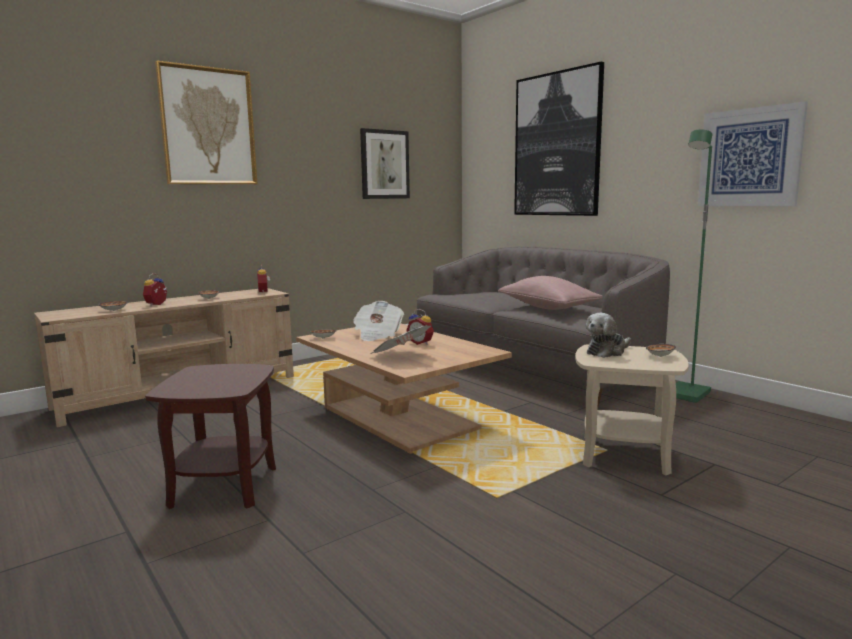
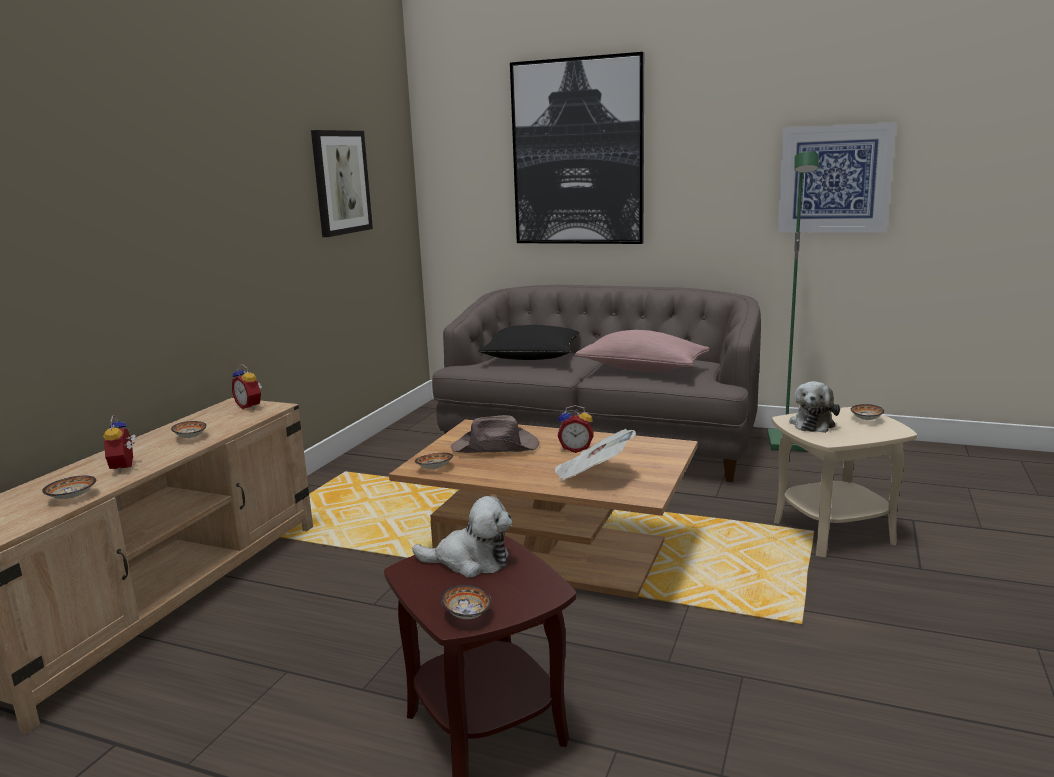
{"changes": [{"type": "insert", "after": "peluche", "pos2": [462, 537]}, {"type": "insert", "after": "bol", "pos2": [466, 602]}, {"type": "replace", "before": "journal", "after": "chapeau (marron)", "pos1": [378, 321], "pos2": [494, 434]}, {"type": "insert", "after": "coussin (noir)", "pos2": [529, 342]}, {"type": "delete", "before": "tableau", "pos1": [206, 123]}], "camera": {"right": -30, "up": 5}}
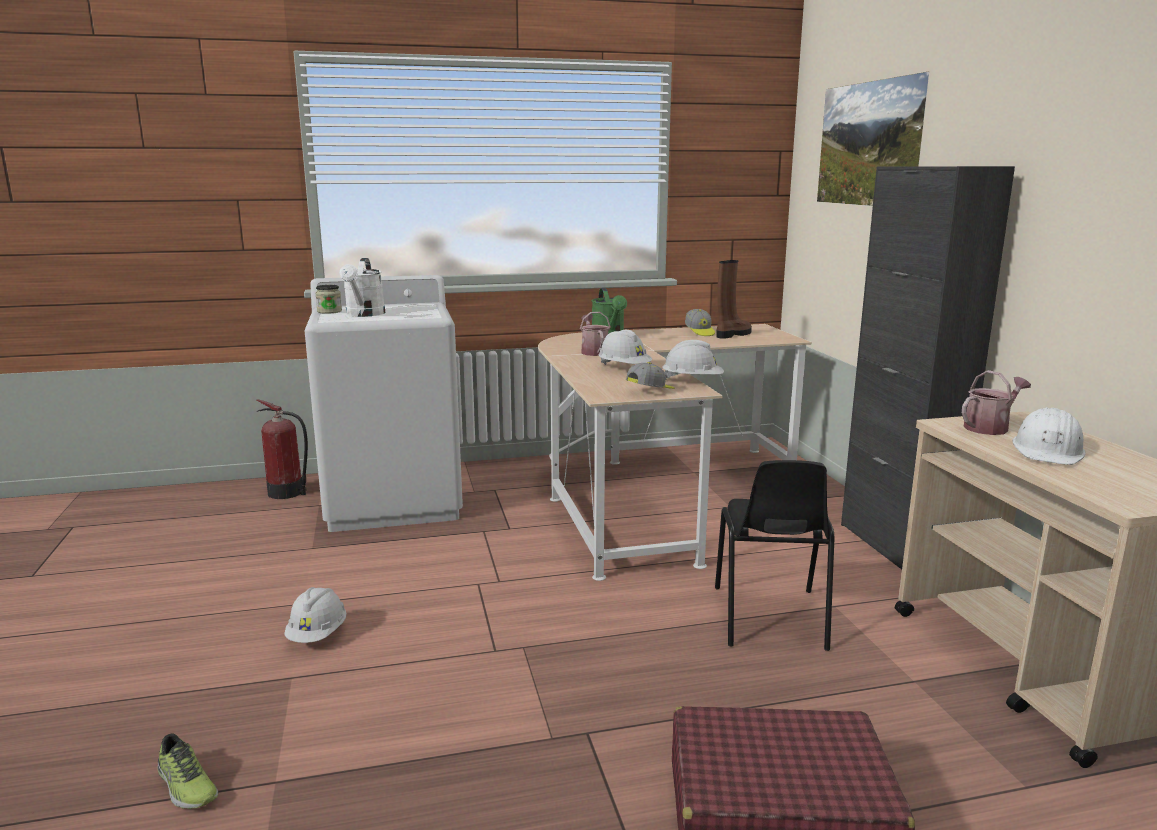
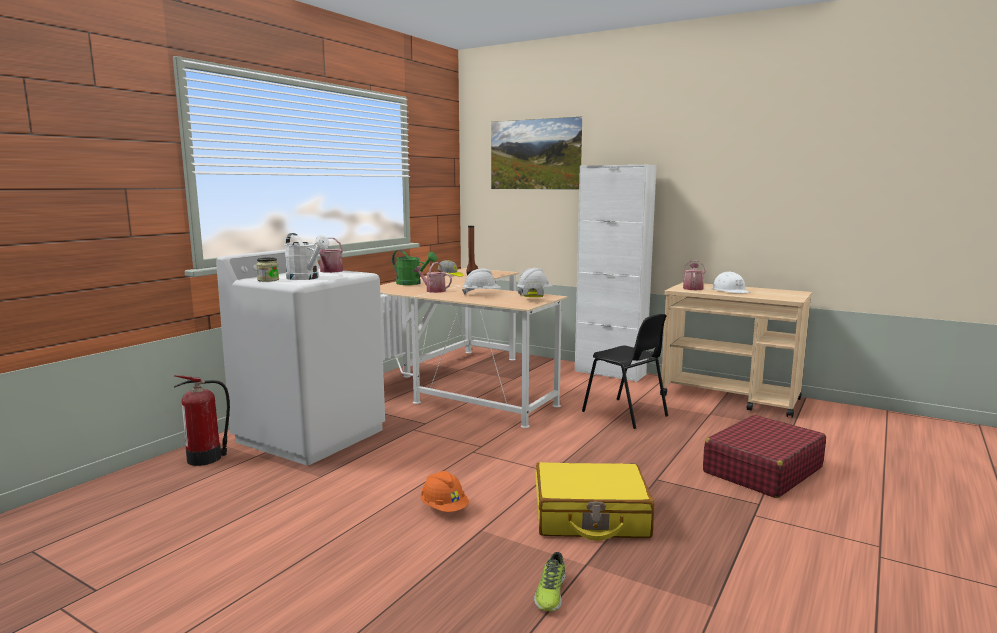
{"changes": [{"type": "insert", "after": "arrosoir", "pos2": [331, 255]}, {"type": "recolor", "before": "casque de chantier (blanc)", "after": "casque de chantier (orange)", "pos1": [315, 615], "pos2": [445, 491]}, {"type": "rotate", "before": "chaussure", "pos1": [187, 771], "pos2": [550, 581], "turn": 105}, {"type": "insert", "after": "valise (jaune)", "pos2": [595, 501]}, {"type": "recolor", "before": "meuble de rangement (noir)", "after": "meuble de rangement (blanc)", "pos1": [928, 367], "pos2": [616, 273]}], "camera": {"right": -45, "up": -5}}
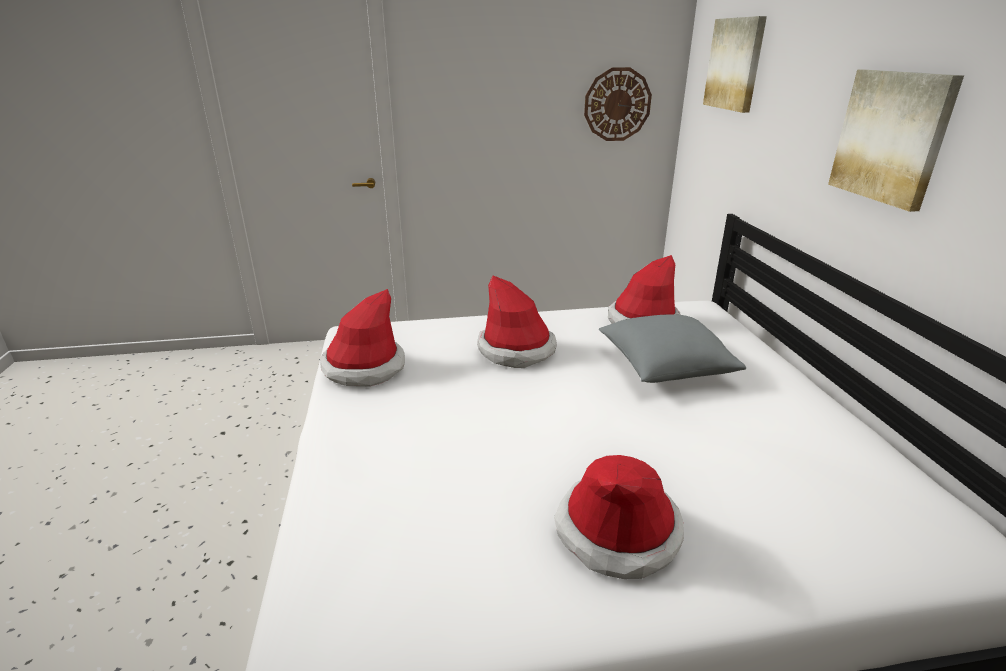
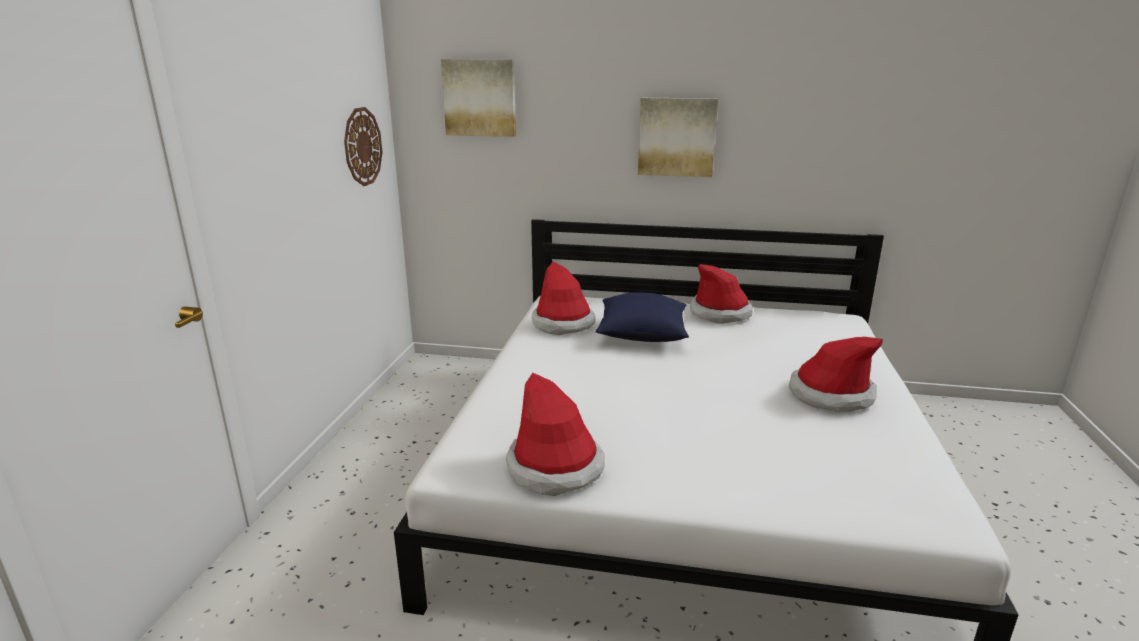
{"changes": [{"type": "recolor", "before": "coussin (gris)", "after": "coussin (bleu)", "pos1": [672, 348], "pos2": [642, 317]}, {"type": "move", "before": "chapeau", "pos1": [517, 322], "pos2": [721, 294]}], "camera": {"right": -70, "up": -5}}
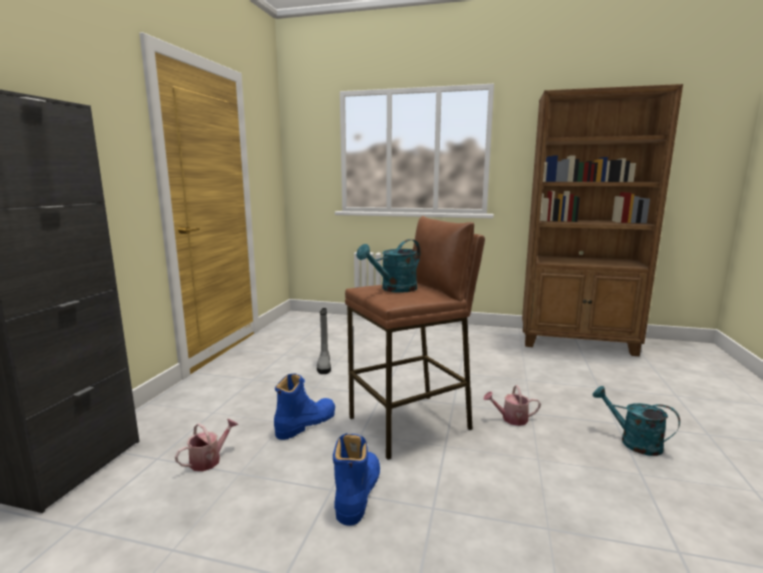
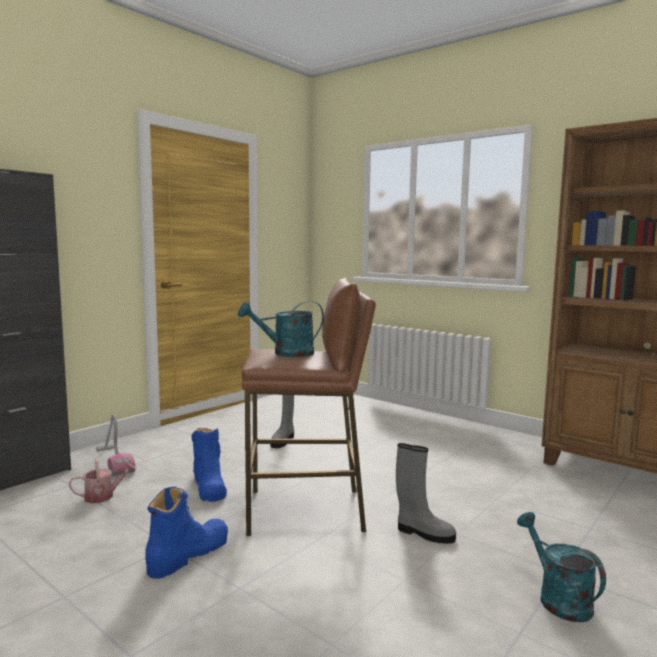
{"changes": [{"type": "insert", "after": "aspirateur", "pos2": [115, 445]}, {"type": "rotate", "before": "botte (bleu)", "pos1": [304, 406], "pos2": [209, 465], "turn": 90}, {"type": "replace", "before": "arrosoir", "after": "botte (gris)", "pos1": [512, 405], "pos2": [426, 493]}], "camera": {"right": 25, "up": -5}}
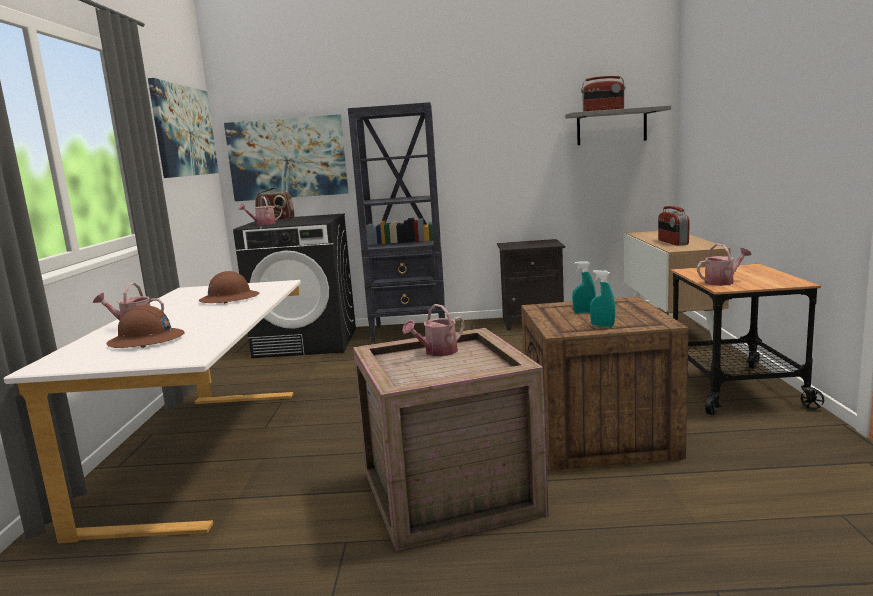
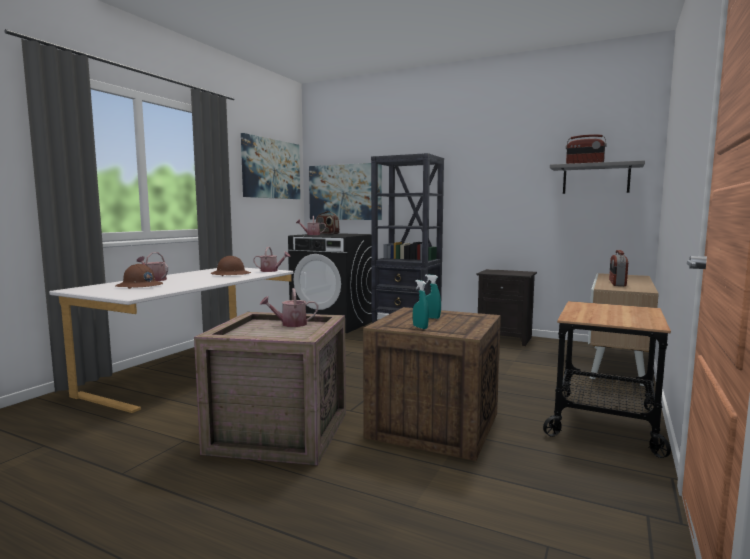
{"changes": [{"type": "move", "before": "arrosoir", "pos1": [724, 264], "pos2": [271, 259]}], "camera": {"right": 25, "up": -5}}
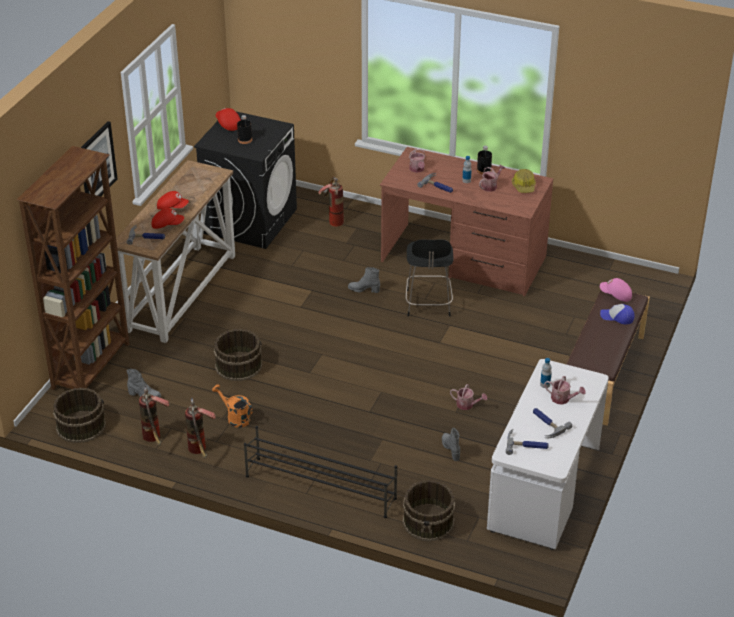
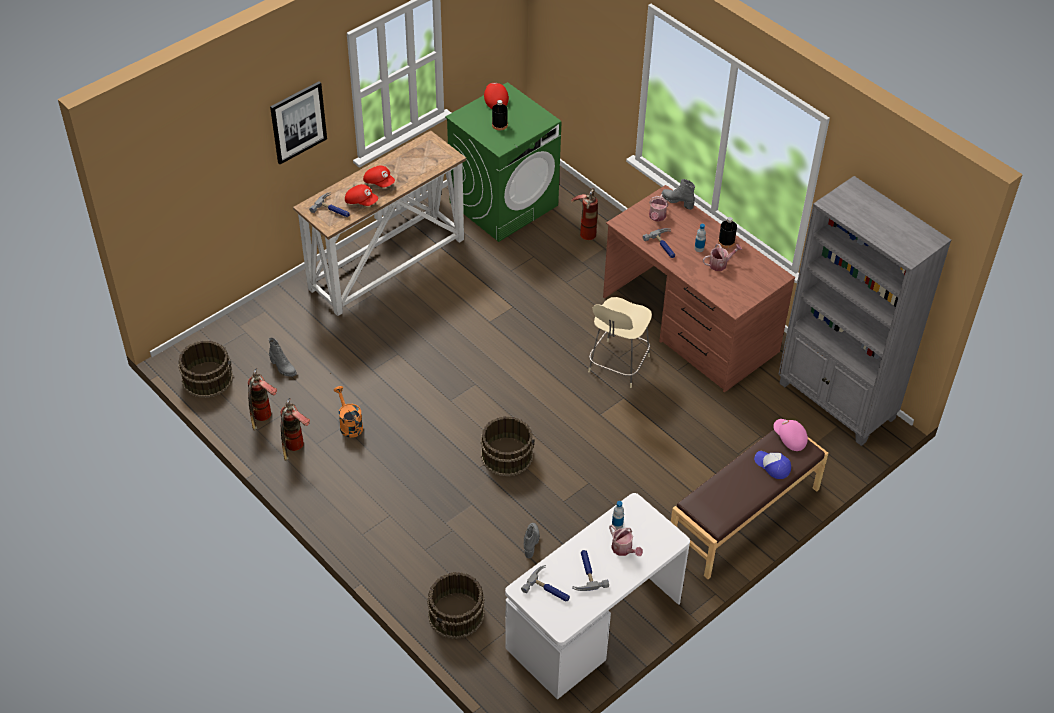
{"changes": [{"type": "recolor", "before": "lave-linge (noir)", "after": "lave-linge (vert)", "pos1": [245, 180], "pos2": [503, 162]}, {"type": "move", "before": "seau (marron)", "pos1": [238, 355], "pos2": [508, 446]}, {"type": "recolor", "before": "tabouret (noir)", "after": "tabouret (beige)", "pos1": [429, 278], "pos2": [620, 342]}, {"type": "move", "before": "botte (gris)", "pos1": [364, 280], "pos2": [678, 194]}, {"type": "insert", "after": "bibliothèque (gris)", "pos2": [864, 311]}, {"type": "delete", "before": "bibliothèque (marron)", "pos1": [73, 268]}, {"type": "delete", "before": "étagère à chaussures (noir)", "pos1": [320, 472]}, {"type": "delete", "before": "arrosoir", "pos1": [468, 397]}, {"type": "delete", "before": "casque de chantier", "pos1": [524, 181]}], "camera": {"right": 25, "up": 10}}
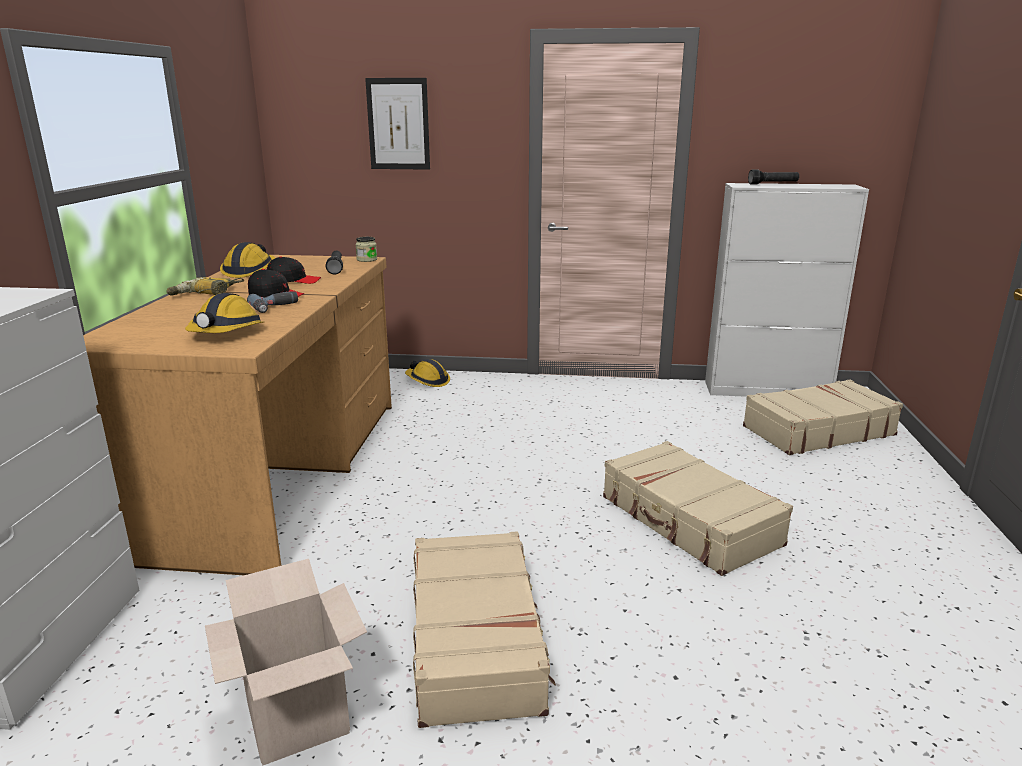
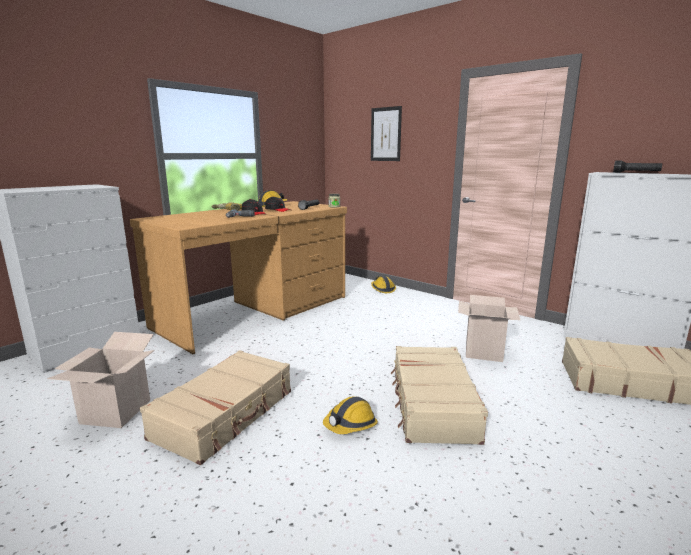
{"changes": [{"type": "move", "before": "casque de chantier", "pos1": [224, 313], "pos2": [350, 415]}, {"type": "insert", "after": "carton", "pos2": [489, 328]}], "camera": {"right": 35, "up": -5}}
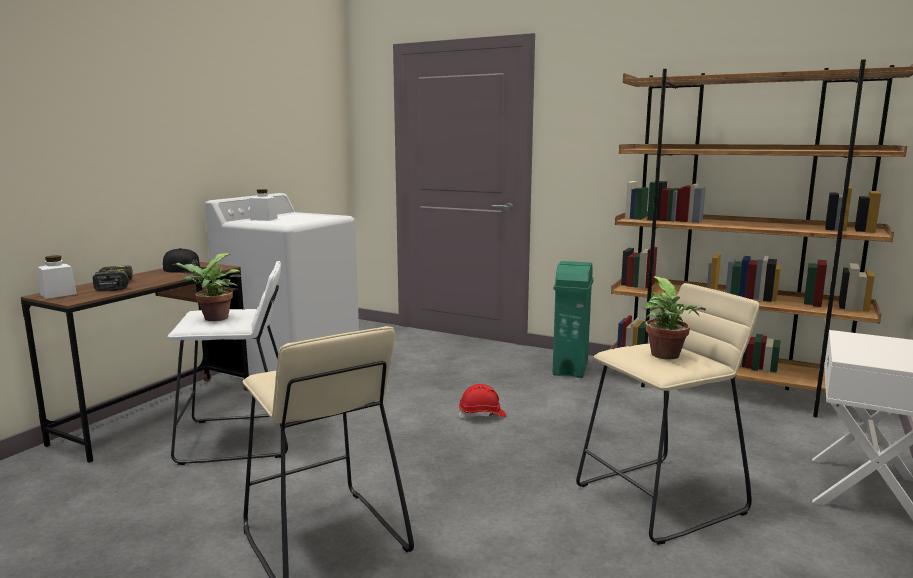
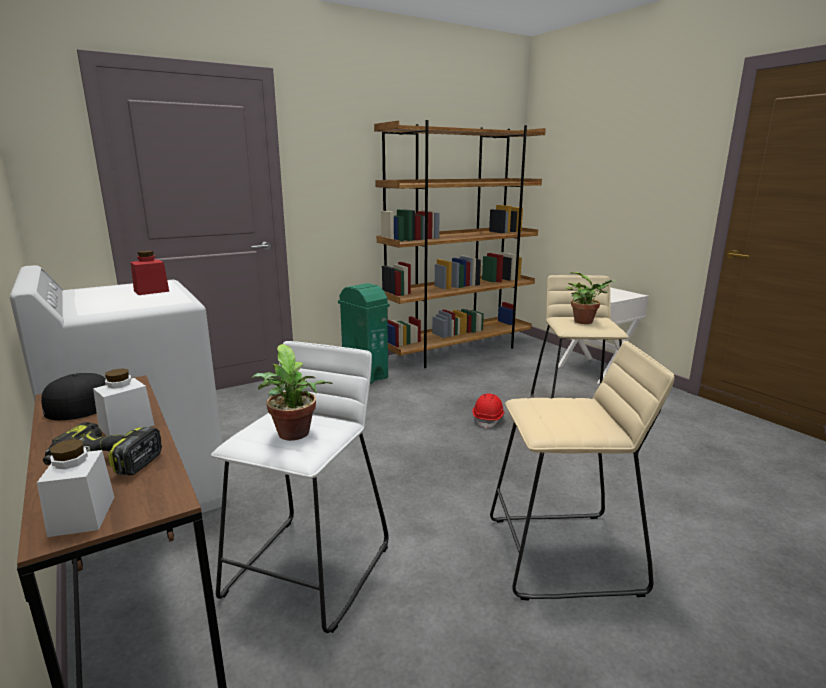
{"changes": [{"type": "move", "before": "bocal (blanc)", "pos1": [264, 205], "pos2": [124, 402]}, {"type": "insert", "after": "bocal (rouge)", "pos2": [150, 272]}, {"type": "move", "before": "casque de chantier (rouge)", "pos1": [482, 401], "pos2": [489, 411]}], "camera": {"right": -60, "up": 5}}
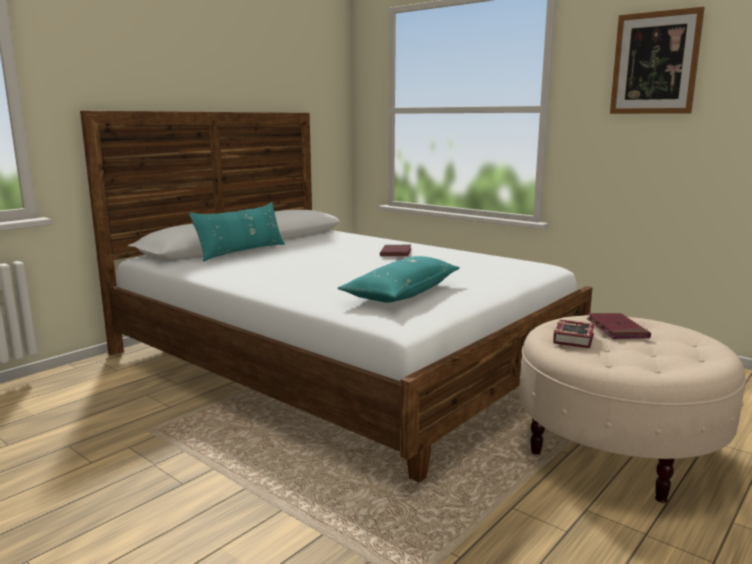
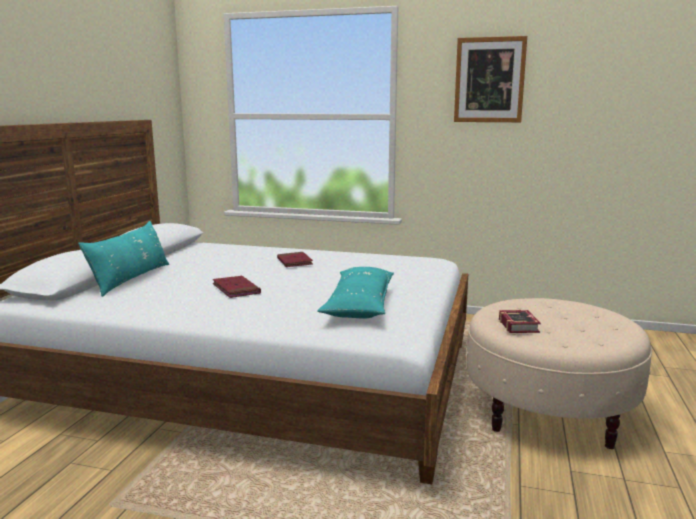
{"changes": [{"type": "move", "before": "livre (rouge)", "pos1": [619, 326], "pos2": [237, 287]}], "camera": {"right": -25, "up": 0}}
